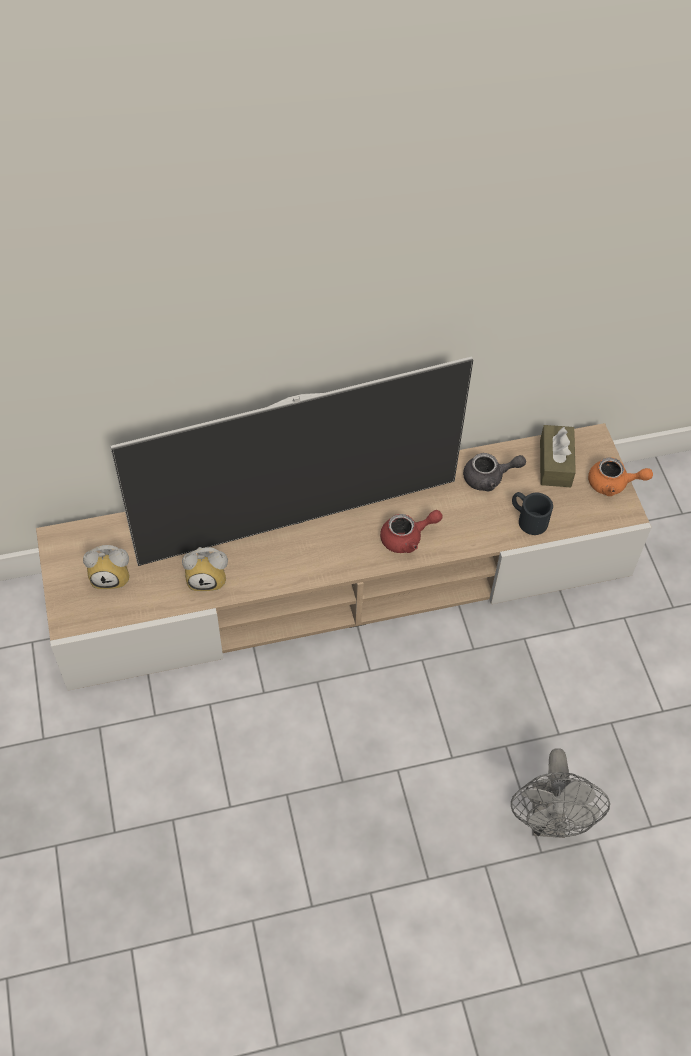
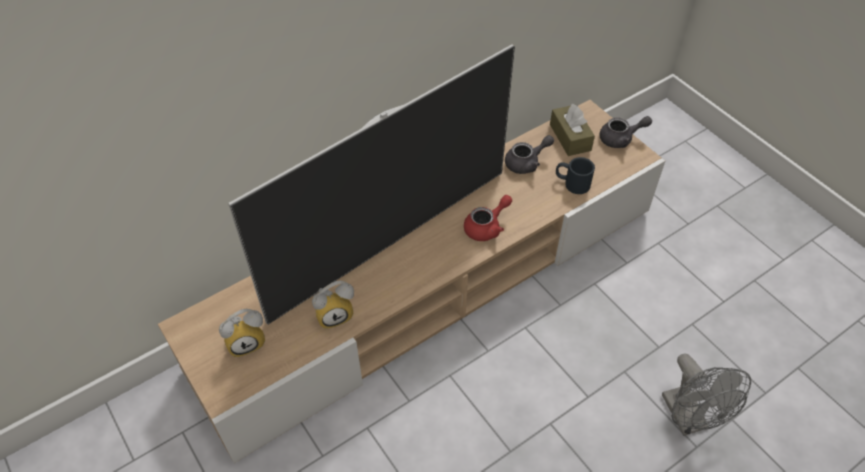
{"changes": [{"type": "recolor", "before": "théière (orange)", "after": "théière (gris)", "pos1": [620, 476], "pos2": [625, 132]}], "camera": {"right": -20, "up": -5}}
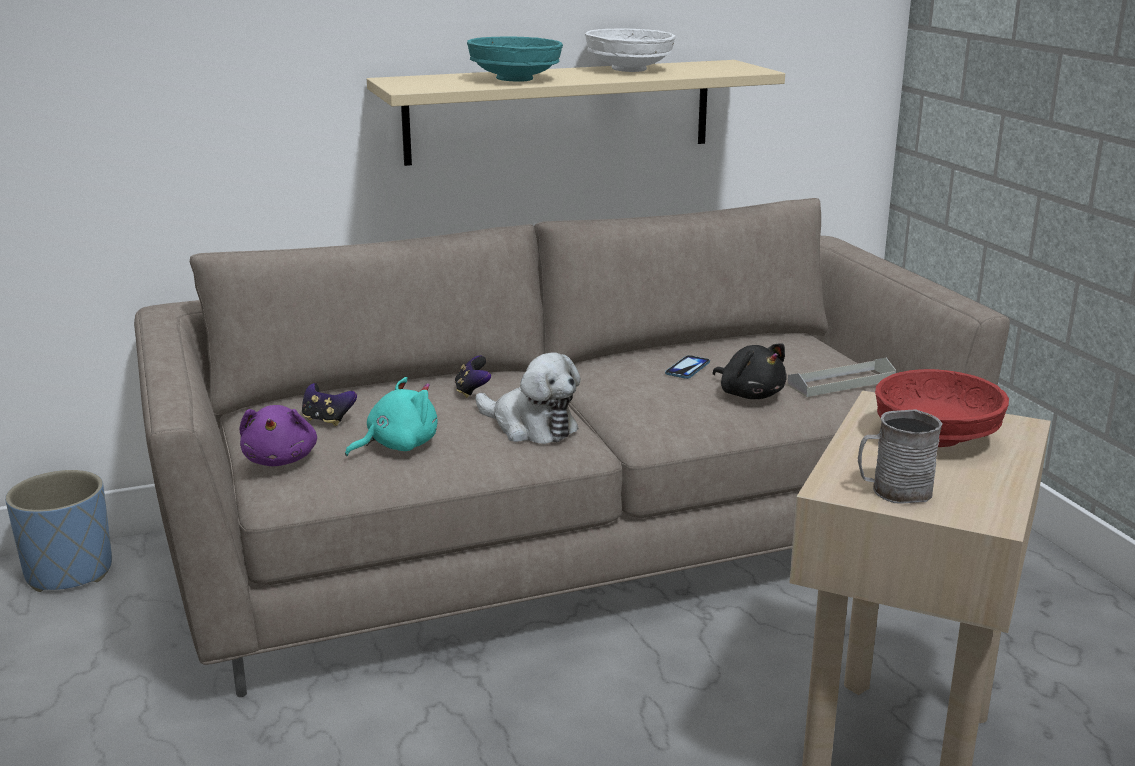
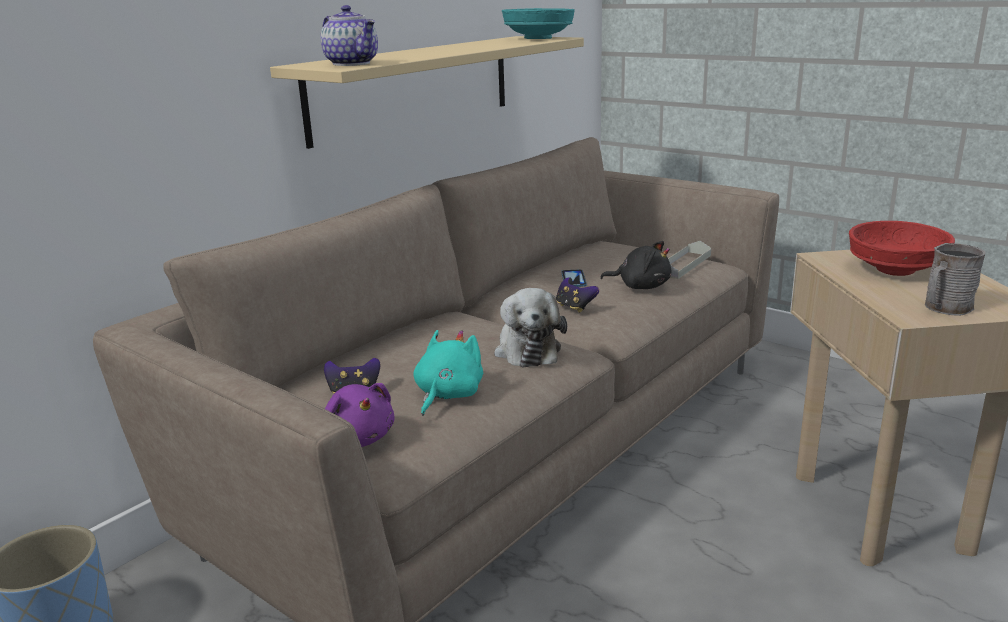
{"changes": [{"type": "insert", "after": "théière", "pos2": [349, 35]}, {"type": "rotate", "before": "peluche", "pos1": [528, 398], "pos2": [530, 328], "turn": 75}, {"type": "move", "before": "bol (turquoise)", "pos1": [515, 59], "pos2": [538, 23]}, {"type": "move", "before": "manette", "pos1": [473, 377], "pos2": [577, 295]}, {"type": "delete", "before": "bol (blanc)", "pos1": [630, 50]}], "camera": {"right": -30, "up": 0}}
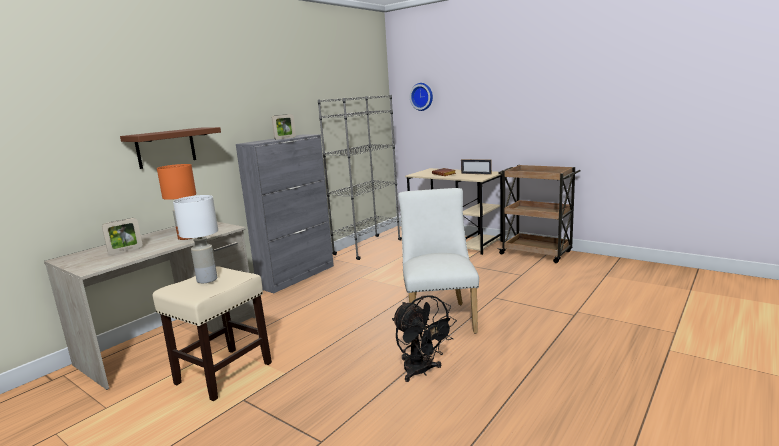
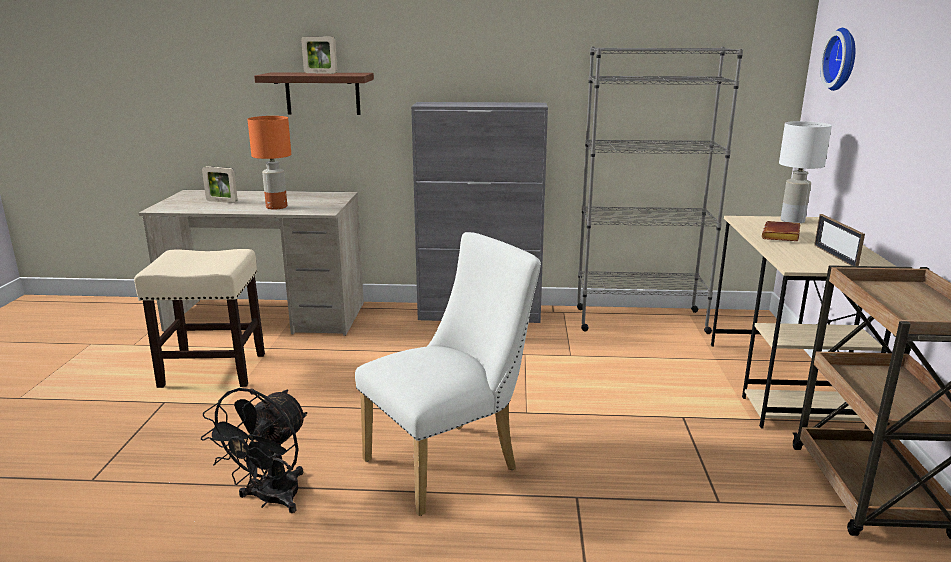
{"changes": [{"type": "move", "before": "cadre photo", "pos1": [284, 127], "pos2": [319, 55]}, {"type": "move", "before": "lampe de table (blanc)", "pos1": [195, 239], "pos2": [805, 172]}], "camera": {"right": 55, "up": 5}}
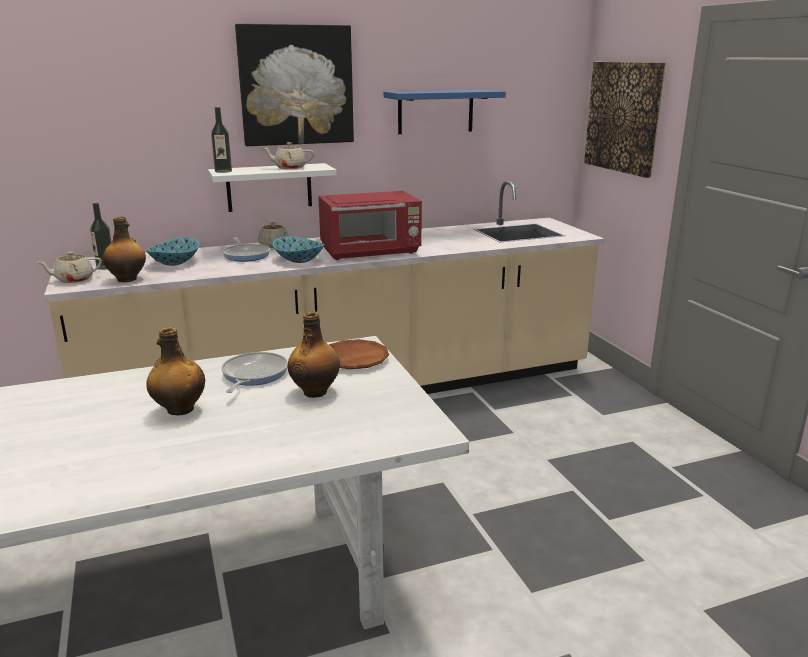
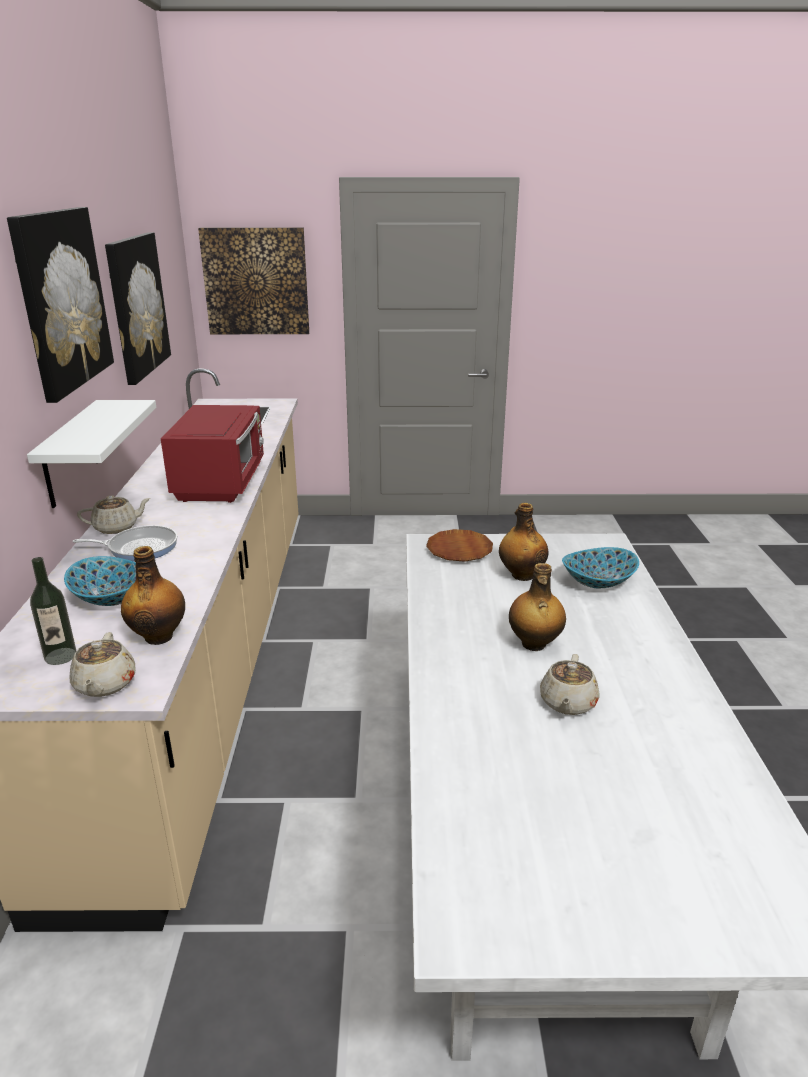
{"changes": [{"type": "replace", "before": "étagère (bleu)", "after": "tableau", "pos1": [444, 112], "pos2": [138, 308]}, {"type": "move", "before": "théière (beige)", "pos1": [288, 155], "pos2": [569, 684]}, {"type": "move", "before": "bol", "pos1": [298, 249], "pos2": [600, 567]}, {"type": "delete", "before": "bouteille", "pos1": [221, 140]}, {"type": "delete", "before": "poêle", "pos1": [254, 372]}], "camera": {"right": -70, "up": 5}}
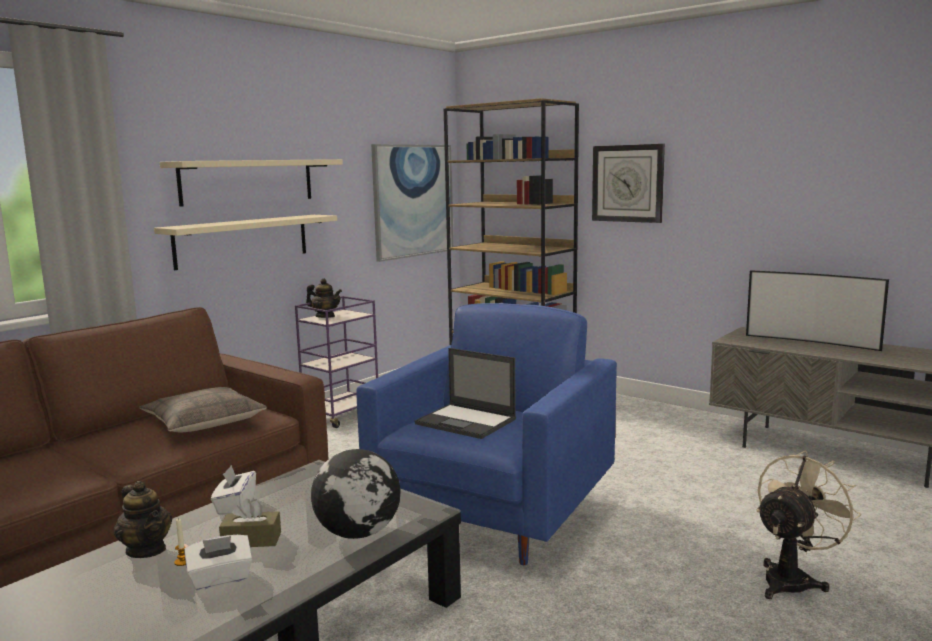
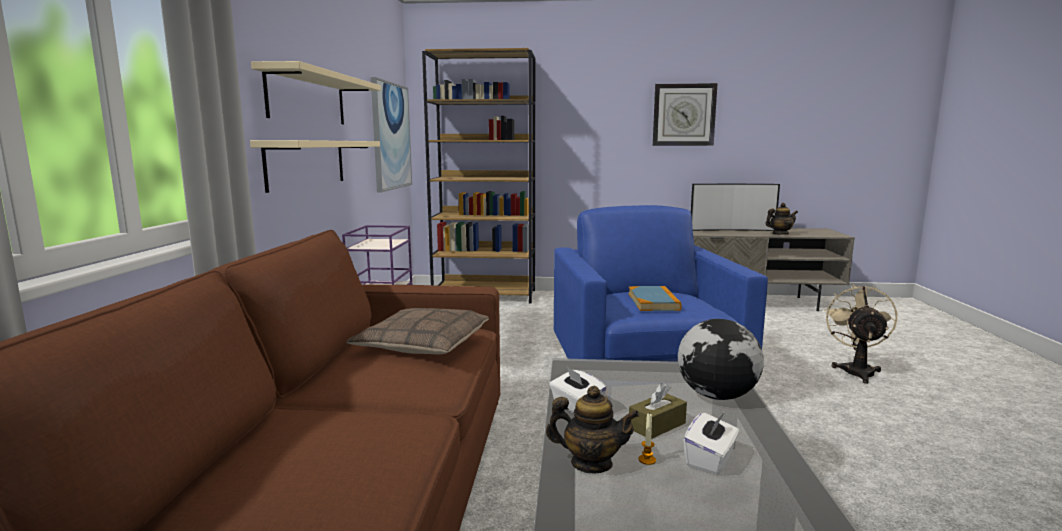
{"changes": [{"type": "replace", "before": "ordinateur portable", "after": "livre", "pos1": [465, 393], "pos2": [655, 298]}, {"type": "move", "before": "horloge murale", "pos1": [628, 183], "pos2": [685, 114]}, {"type": "move", "before": "théière", "pos1": [324, 298], "pos2": [781, 219]}], "camera": {"right": -35, "up": 0}}
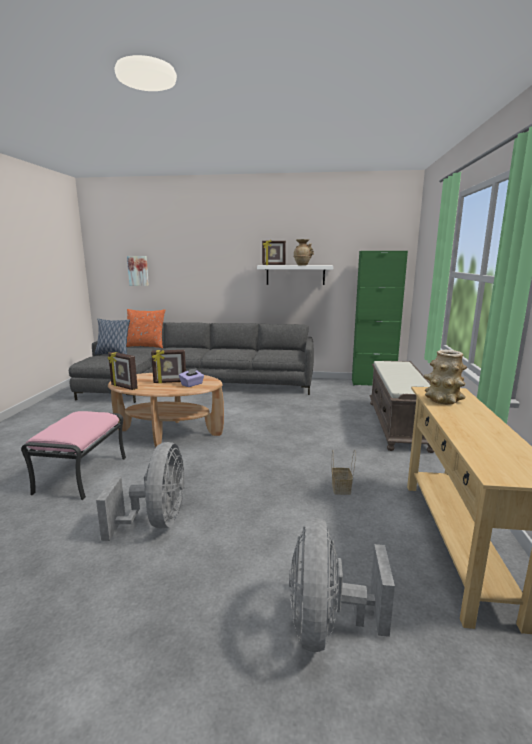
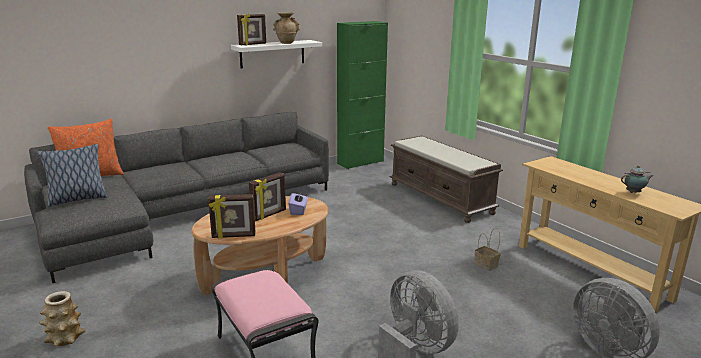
{"changes": [{"type": "move", "before": "vase", "pos1": [445, 377], "pos2": [62, 318]}, {"type": "insert", "after": "théière", "pos2": [637, 179]}, {"type": "delete", "before": "tableau", "pos1": [138, 271]}], "camera": {"right": -40, "up": 5}}
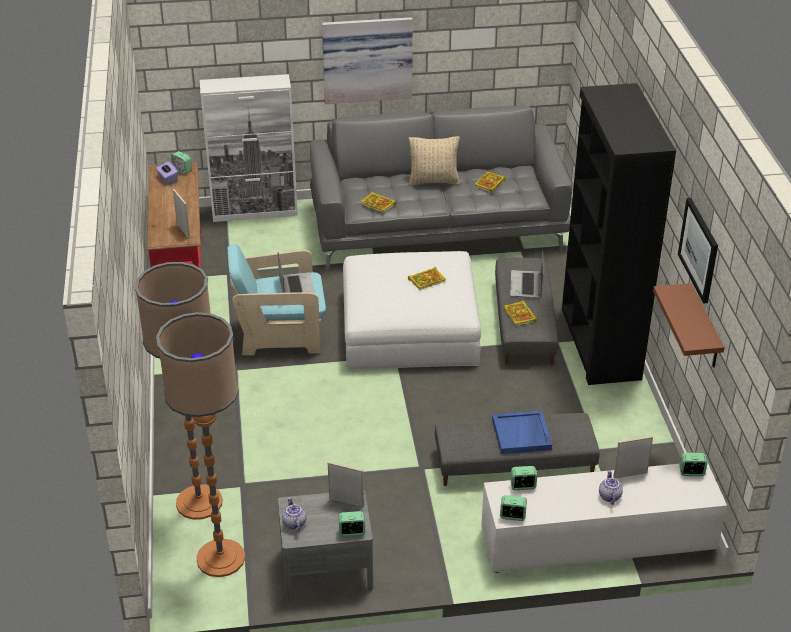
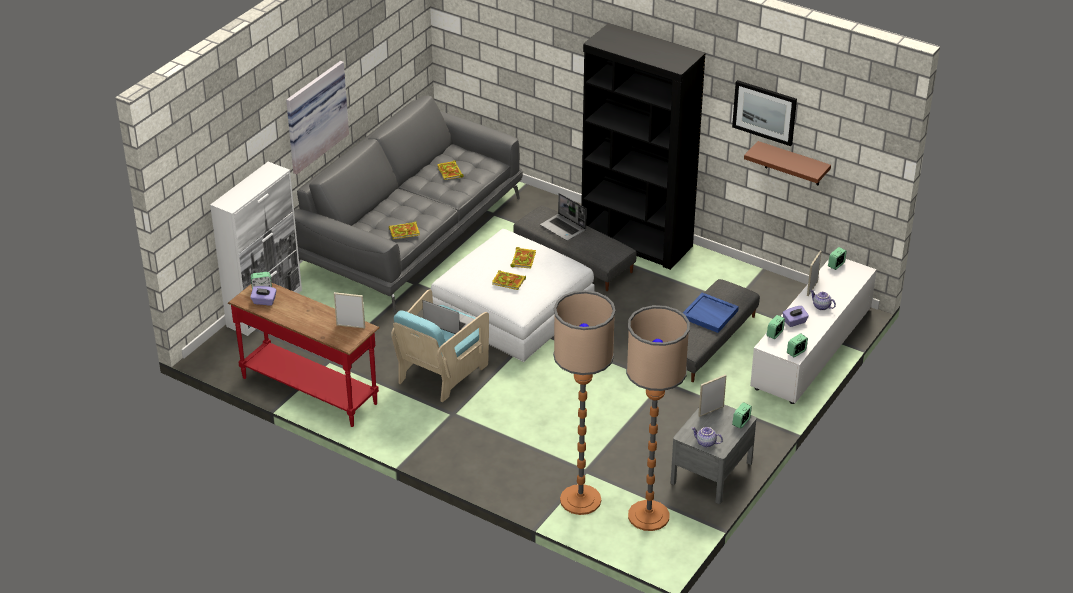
{"changes": [{"type": "move", "before": "livre", "pos1": [521, 313], "pos2": [509, 280]}, {"type": "insert", "after": "boîte à mouchoirs (violet)", "pos2": [795, 316]}, {"type": "delete", "before": "coussin (beige)", "pos1": [434, 160]}], "camera": {"right": -50, "up": 0}}
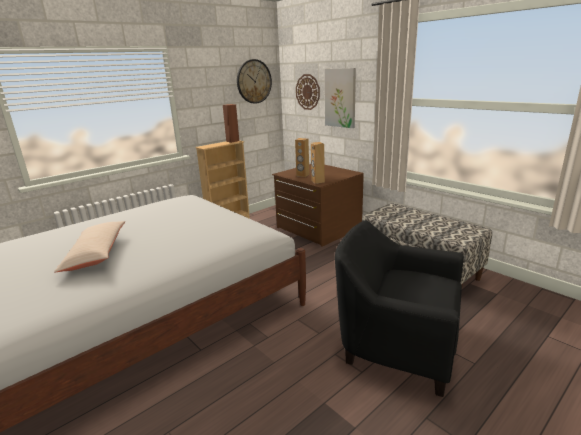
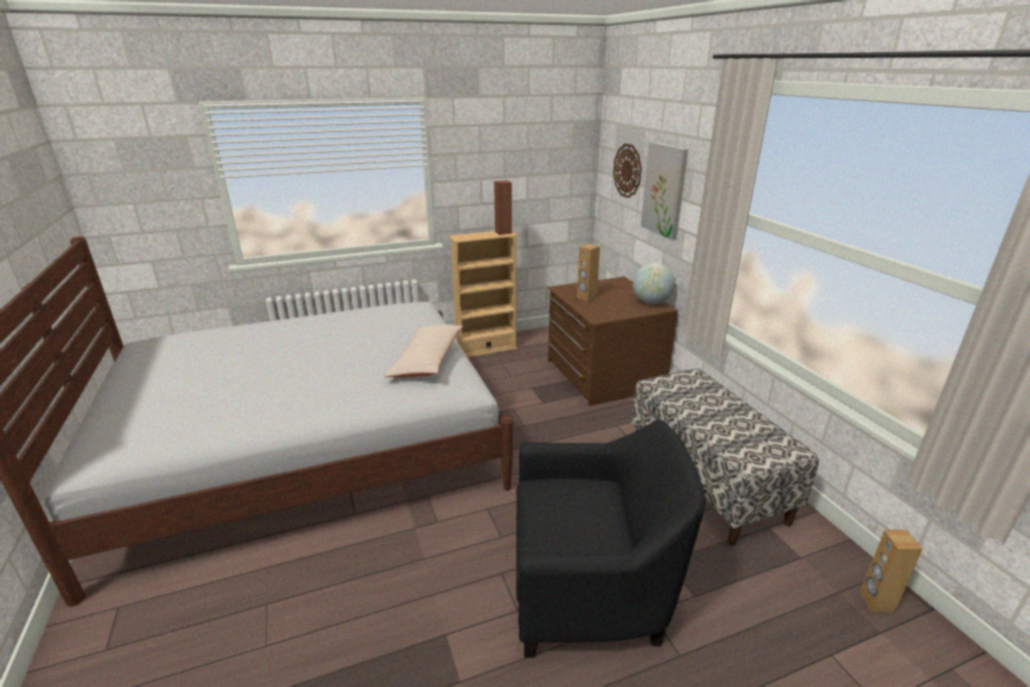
{"changes": [{"type": "move", "before": "coussin (beige)", "pos1": [89, 246], "pos2": [423, 351]}, {"type": "rotate", "before": "fauteuil (noir)", "pos1": [399, 308], "pos2": [610, 538], "turn": 135}, {"type": "insert", "after": "globe", "pos2": [654, 283]}, {"type": "move", "before": "enceinte (marron)", "pos1": [318, 163], "pos2": [891, 571]}, {"type": "delete", "before": "horloge murale", "pos1": [254, 81]}], "camera": {"right": 20, "up": 5}}
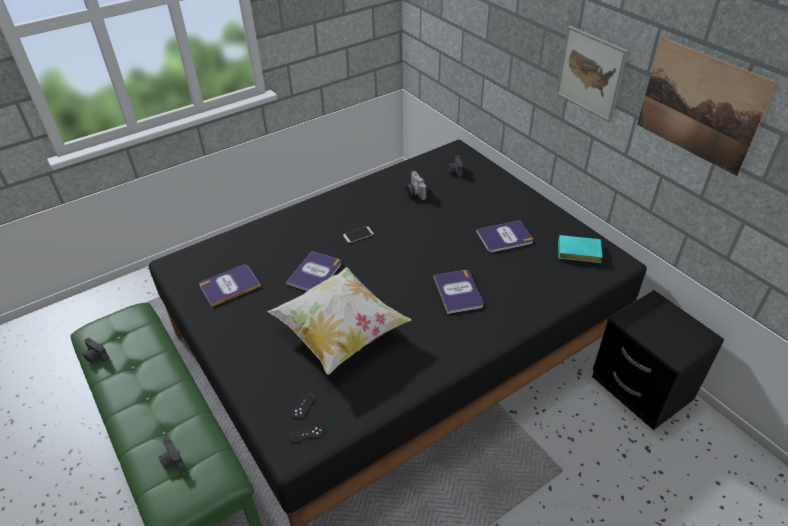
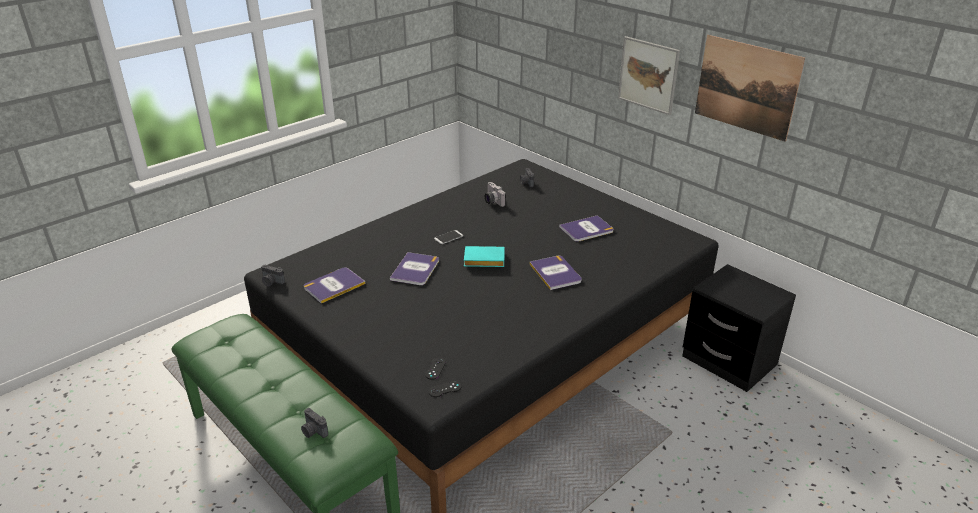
{"changes": [{"type": "move", "before": "appareil photo", "pos1": [96, 350], "pos2": [273, 275]}, {"type": "move", "before": "livre (turquoise)", "pos1": [580, 249], "pos2": [484, 256]}, {"type": "delete", "before": "coussin", "pos1": [339, 321]}], "camera": {"right": -10, "up": -10}}
